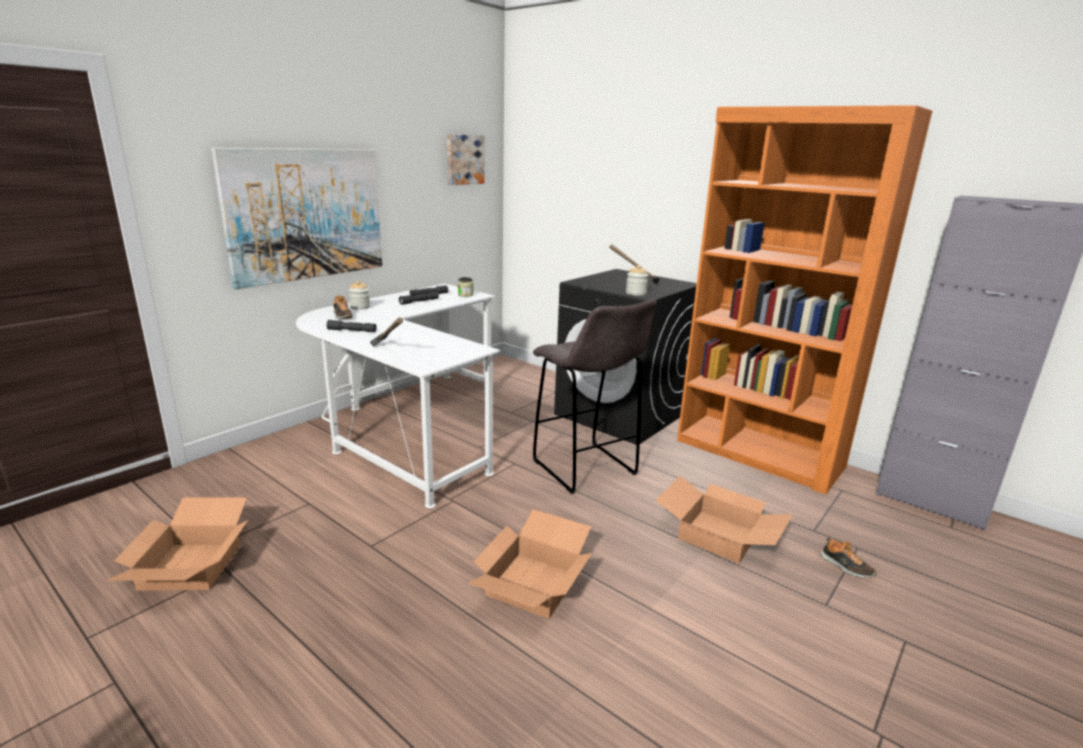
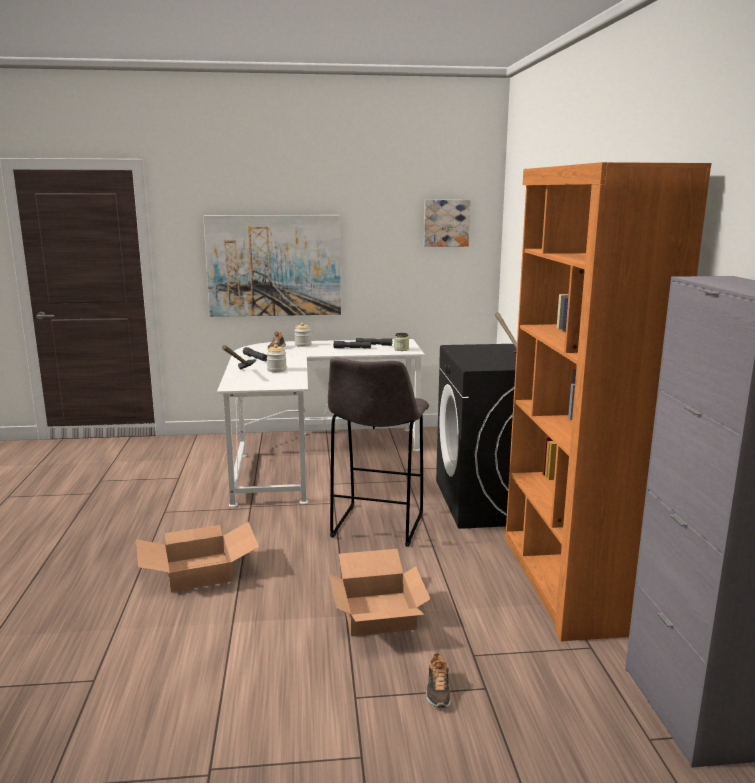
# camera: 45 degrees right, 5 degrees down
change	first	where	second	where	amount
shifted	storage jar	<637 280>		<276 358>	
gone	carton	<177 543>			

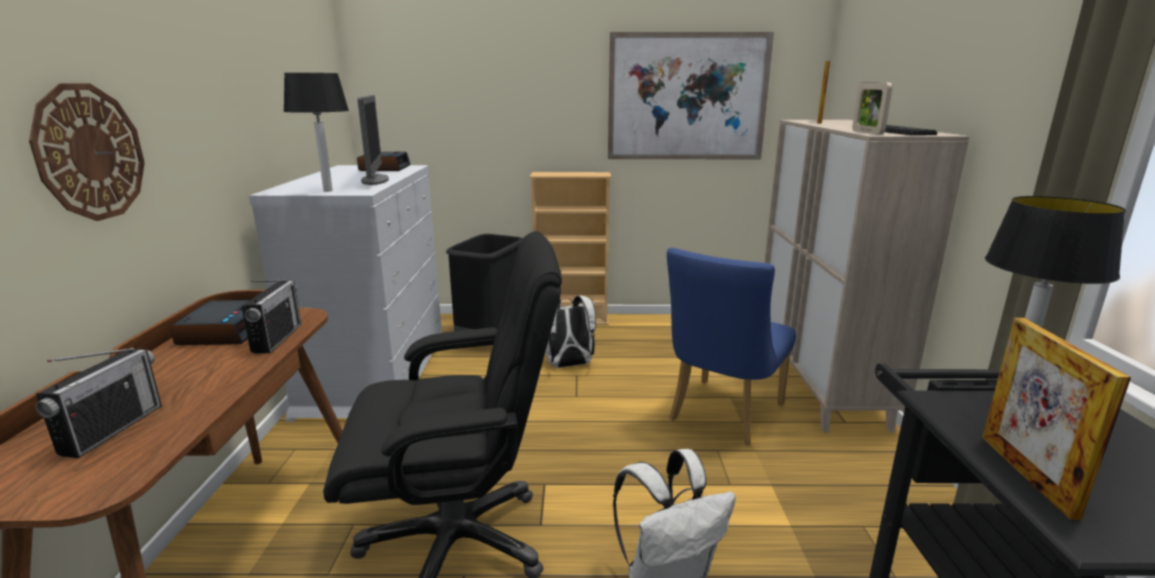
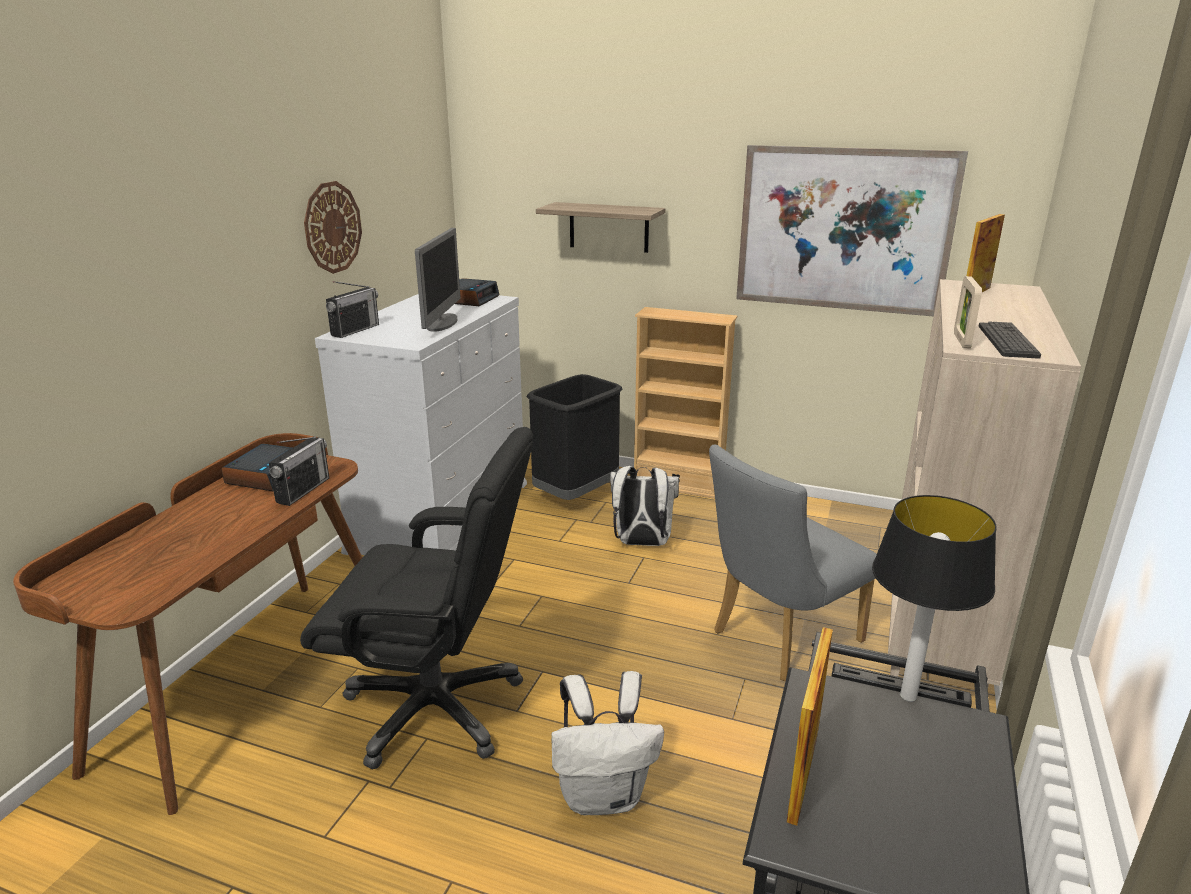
# camera: 20 degrees right, 5 degrees up
change	first	where	second	where	amount
gone	lamp for a table	<316 132>			
shifted	wall clock	<87 152>		<333 227>	
repainted	upright chair in blue-coloured	<731 347>	upright chair in greyish	<793 562>	
shifted	radio receiver	<98 403>		<352 309>	
new			shelf	<600 227>	

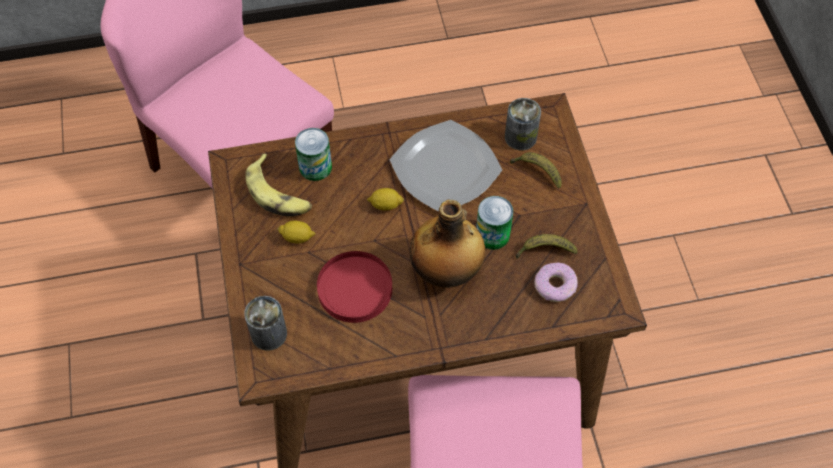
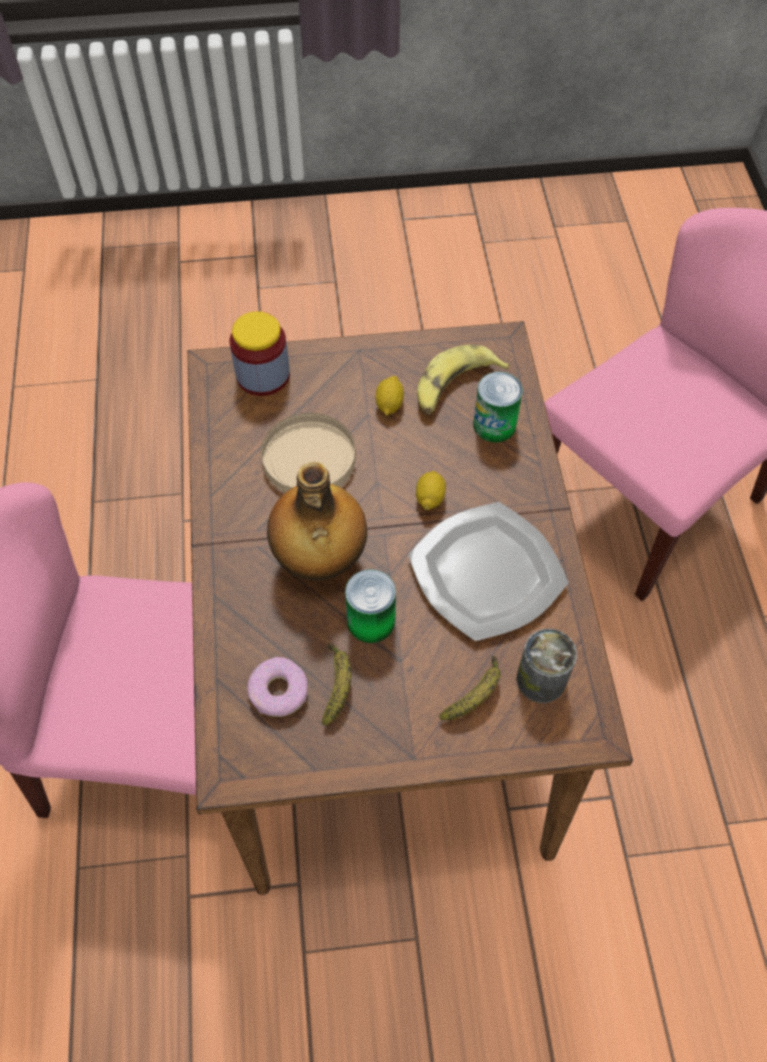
# camera: 95 degrees right, 0 degrees up
change	first	where	second	where	amount
repainted	dinner plate in reddish	<354 287>	dinner plate in beige	<308 453>	
swapped	metal can	<265 323>	storage jar	<260 353>	

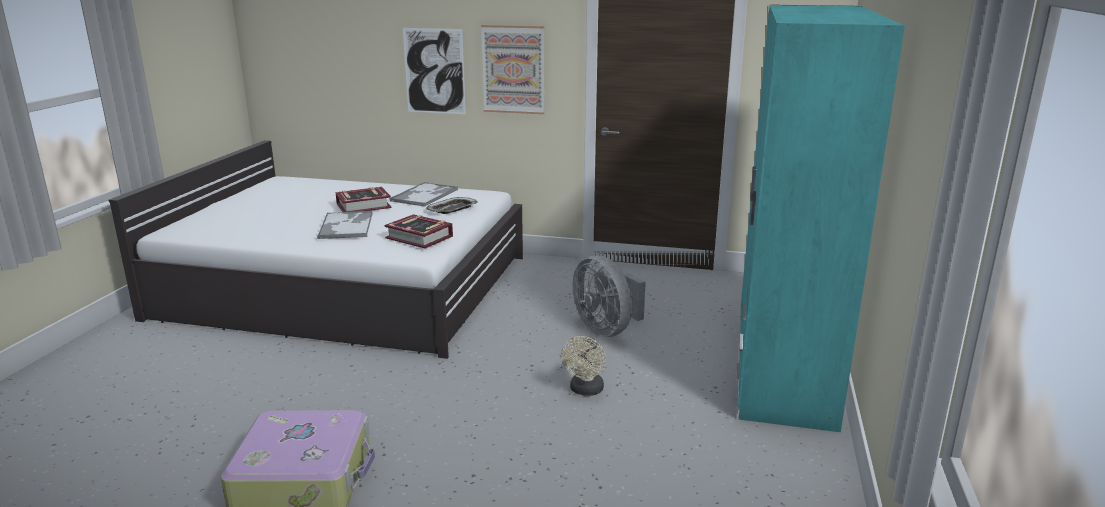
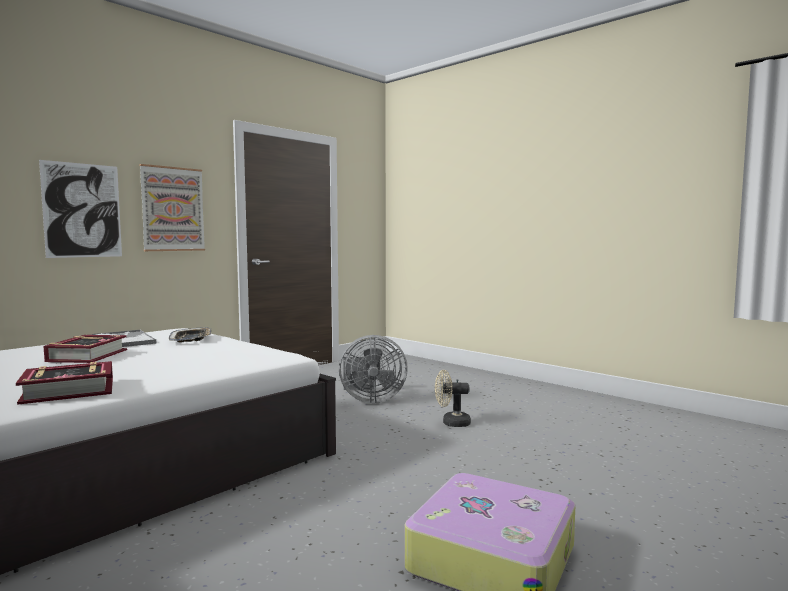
# camera: 60 degrees left, 15 degrees down
change	first	where	second	where	amount
gone	clothes cupboard in turquoise	<821 218>			
gone	serving tray	<345 225>			
shifted	volume	<418 231>		<64 383>	
rotated	cooling fan in beige	<583 366>		<453 398>	135 degrees clockwise

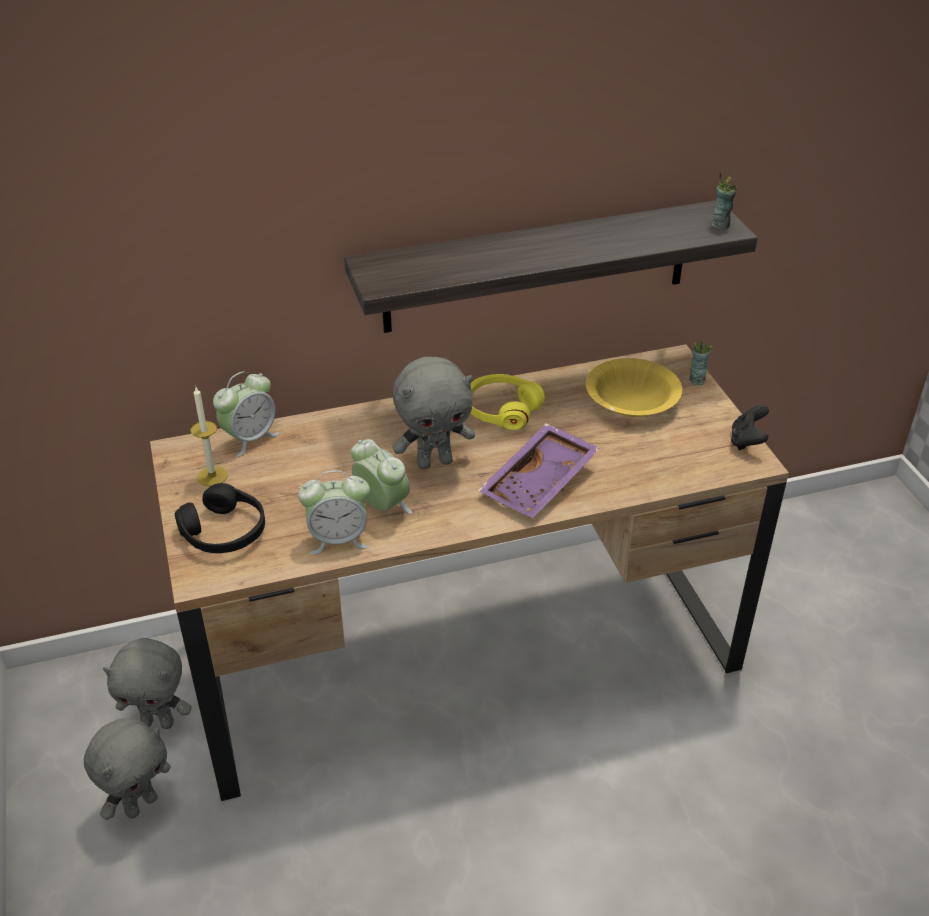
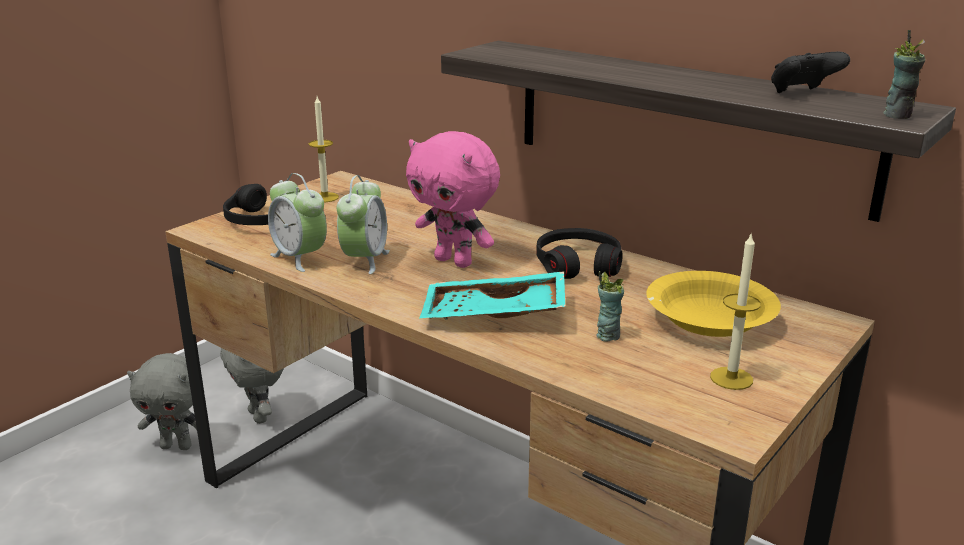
# camera: 55 degrees right, 15 degrees down
change	first	where	second	where	amount
shifted	drinking cup	<701 363>		<610 306>	
repainted	cuddly toy in greyish	<433 413>	cuddly toy in pinkish	<453 199>	
gone	alarm clock	<246 414>			
repainted	pair of headphones in yellow-coloured	<507 402>	pair of headphones in black	<579 253>	
shifted	game controller in black	<750 427>		<810 72>	
repainted	serving tray in purple	<539 470>	serving tray in turquoise	<492 295>	
new			candle	<735 311>	

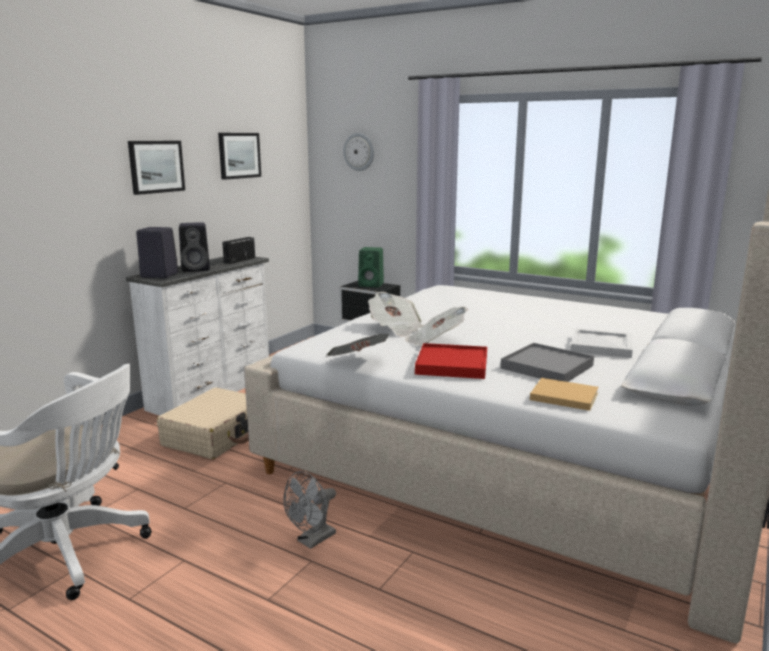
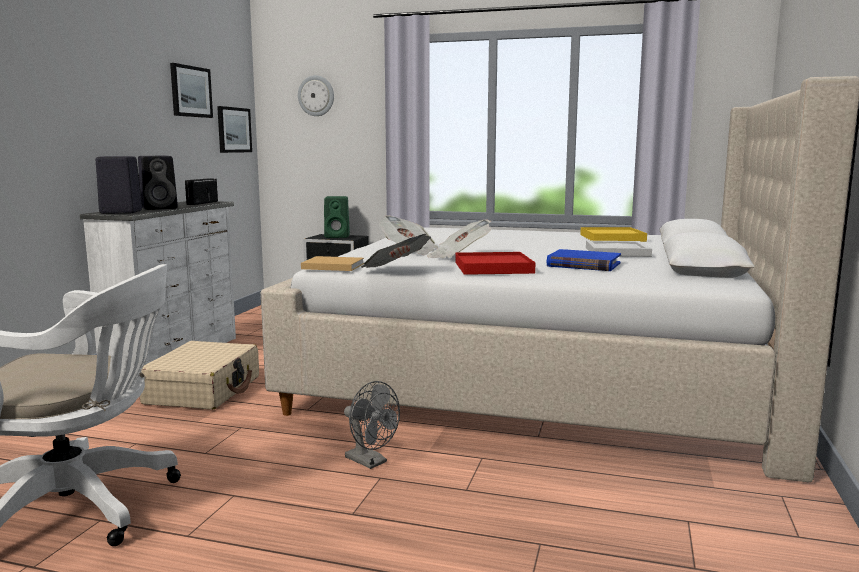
# camera: 15 degrees left, 5 degrees down
change	first	where	second	where	amount
shifted	wall picture	<156 168>		<234 129>	
swapped	serving tray in greyish	<547 362>	volume in blue-coloured	<584 260>	
shifted	volume in beige	<564 394>		<332 263>	
rotated	cooling fan in greyish	<309 510>		<372 425>	75 degrees counterclockwise
new			serving tray in yellow-coloured	<613 234>	

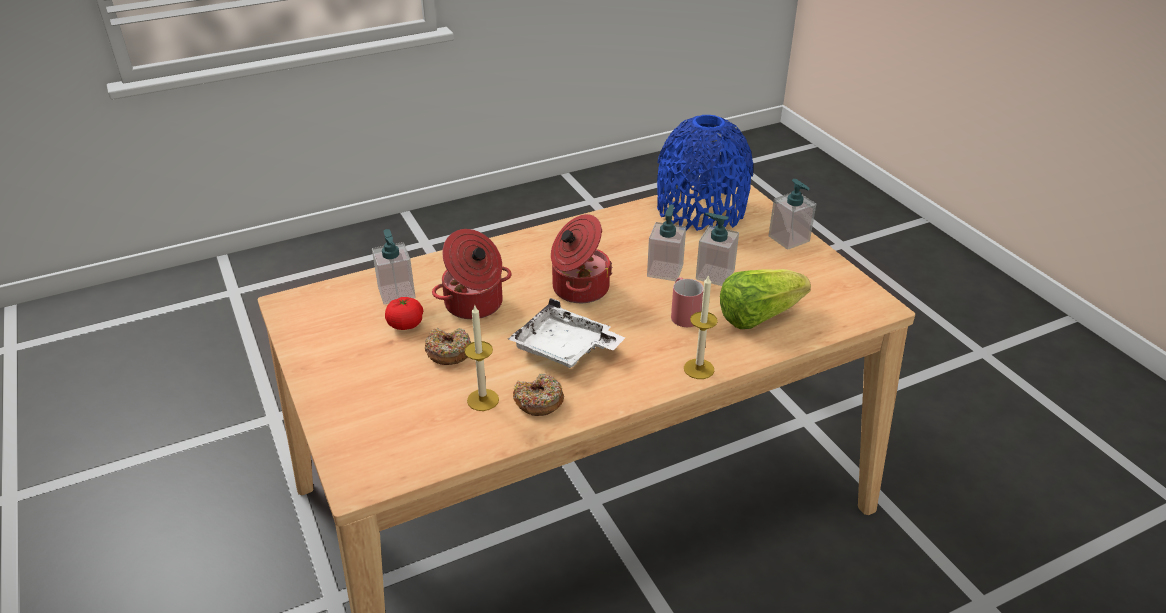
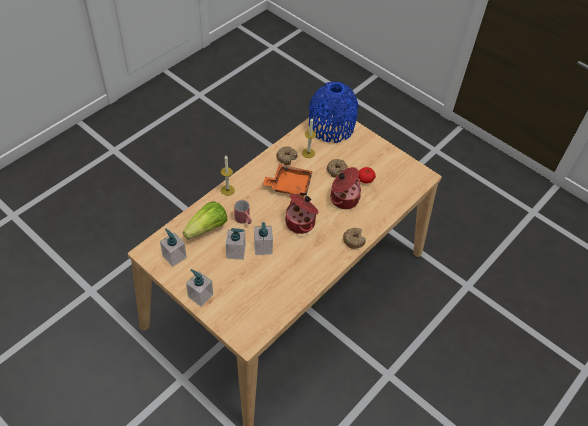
# camera: 155 degrees right, 15 degrees up
change	first	where	second	where	amount
shifted	vase in blue-coloured	<705 173>		<334 112>	
shifted	liquid soap bottle	<393 267>		<173 248>	
repainted	serving tray in white-coloured	<566 333>	serving tray in orange	<288 180>	
new			doughnut	<354 238>	

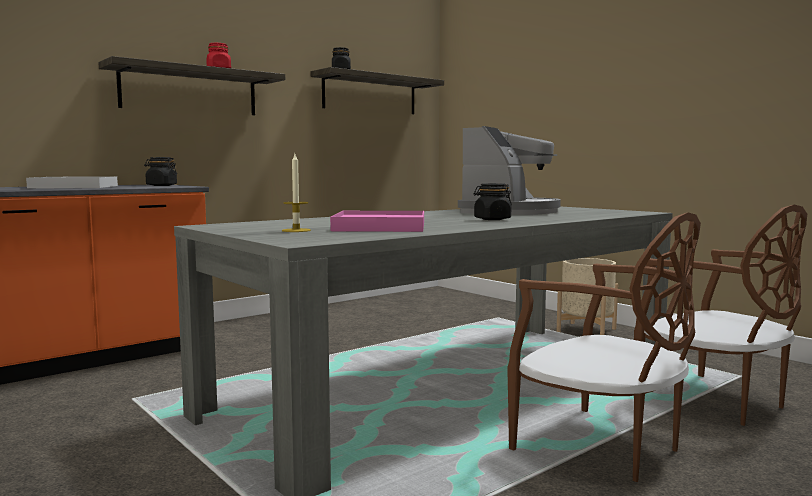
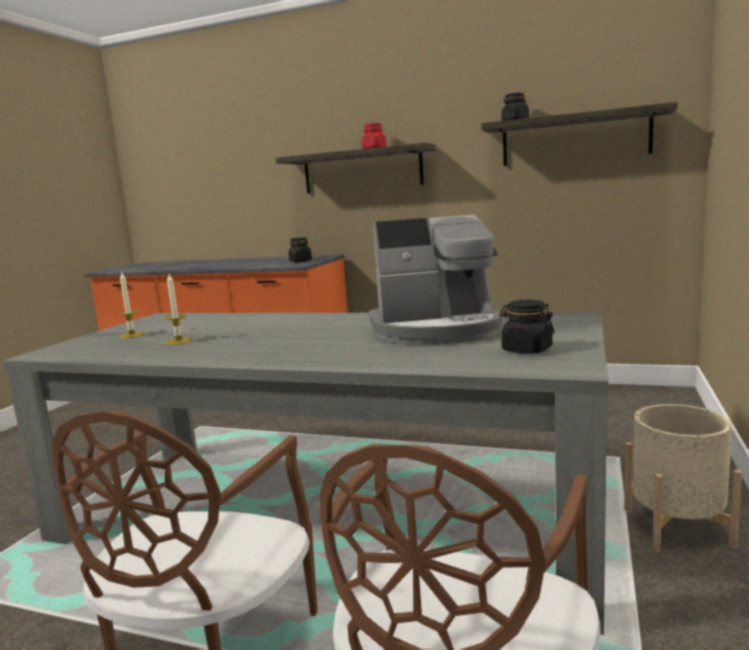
# camera: 60 degrees right, 5 degrees up
change	first	where	second	where	amount
gone	serving tray in white-coloured	<72 182>			
shifted	storage jar in black	<492 201>		<526 326>	
swapped	serving tray in pinkish	<377 221>	candle	<178 309>	

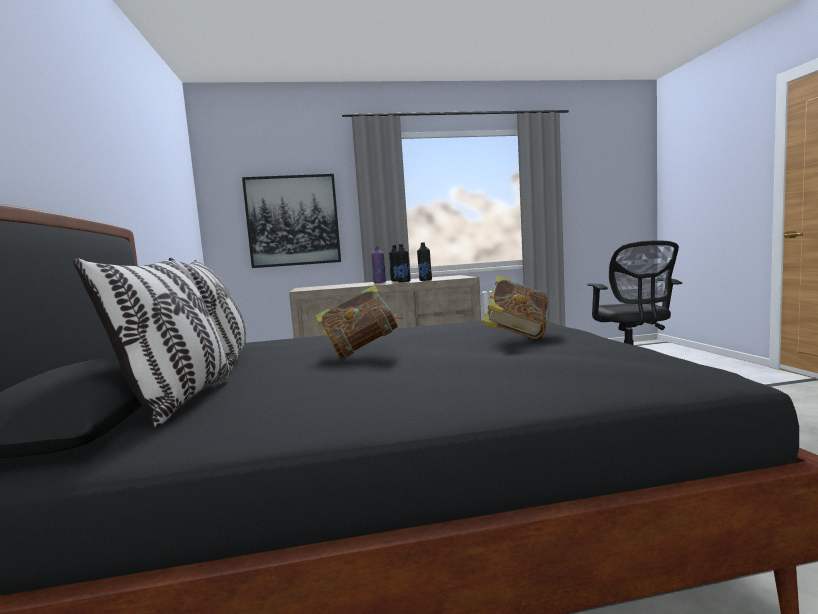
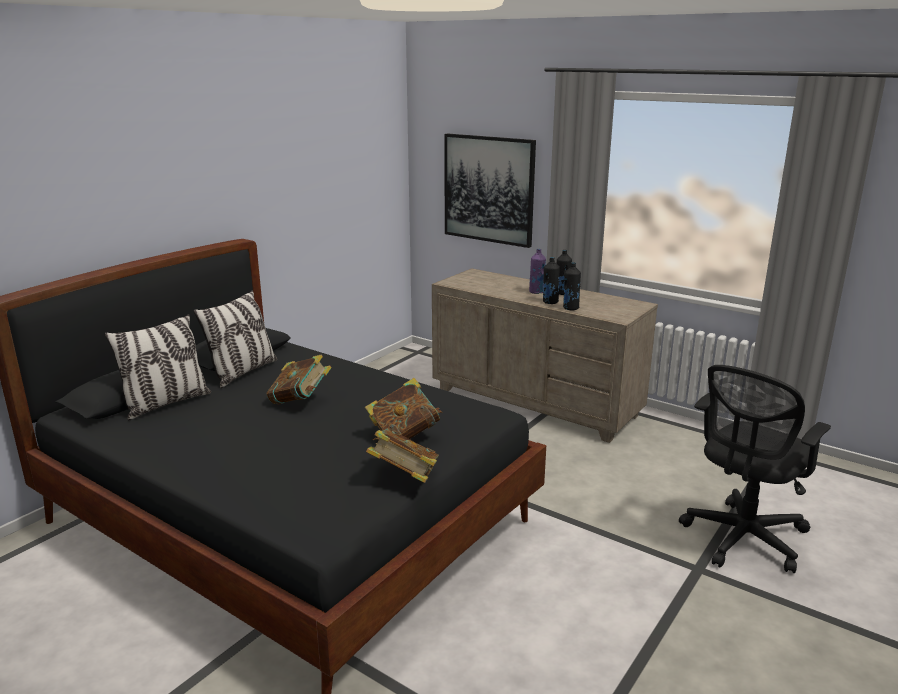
# camera: 45 degrees right, 15 degrees up
change	first	where	second	where	amount
new			volume	<402 455>	

